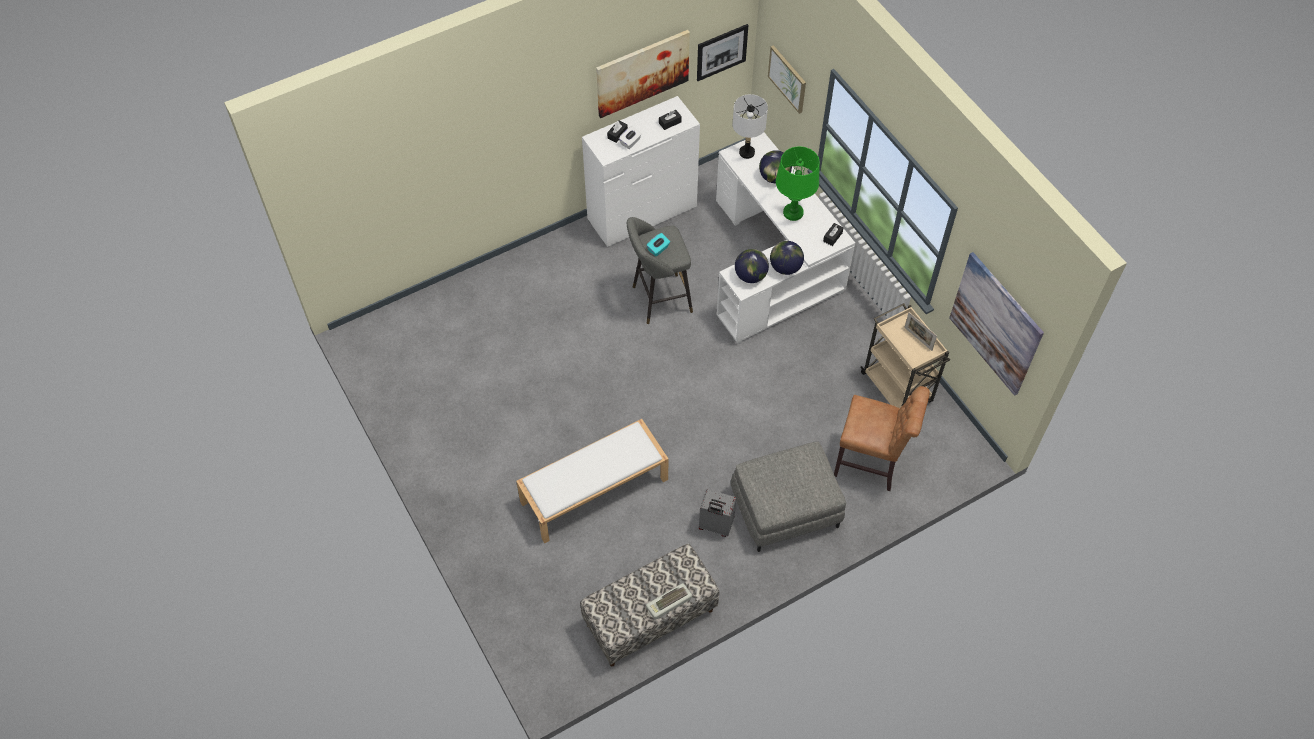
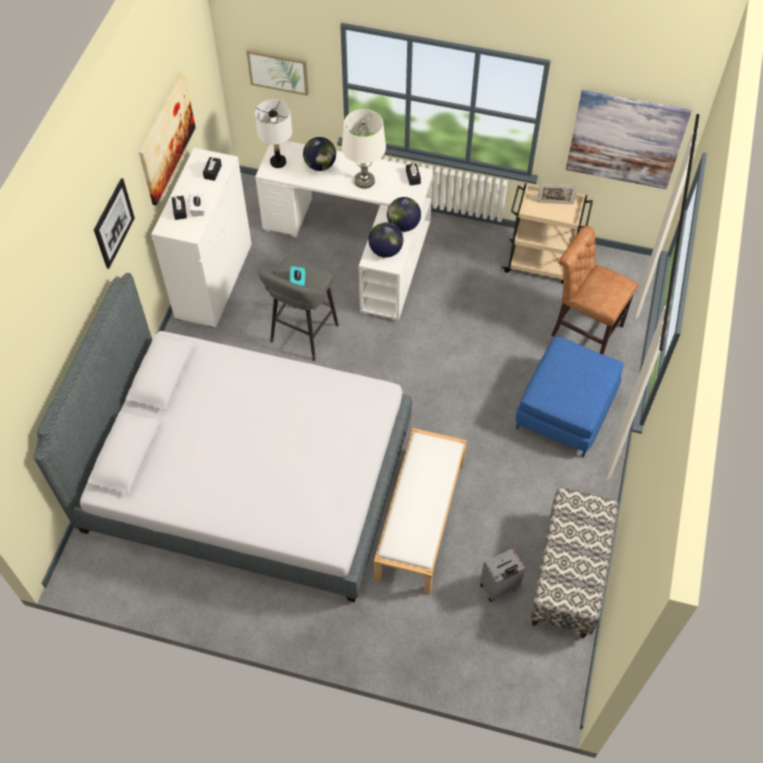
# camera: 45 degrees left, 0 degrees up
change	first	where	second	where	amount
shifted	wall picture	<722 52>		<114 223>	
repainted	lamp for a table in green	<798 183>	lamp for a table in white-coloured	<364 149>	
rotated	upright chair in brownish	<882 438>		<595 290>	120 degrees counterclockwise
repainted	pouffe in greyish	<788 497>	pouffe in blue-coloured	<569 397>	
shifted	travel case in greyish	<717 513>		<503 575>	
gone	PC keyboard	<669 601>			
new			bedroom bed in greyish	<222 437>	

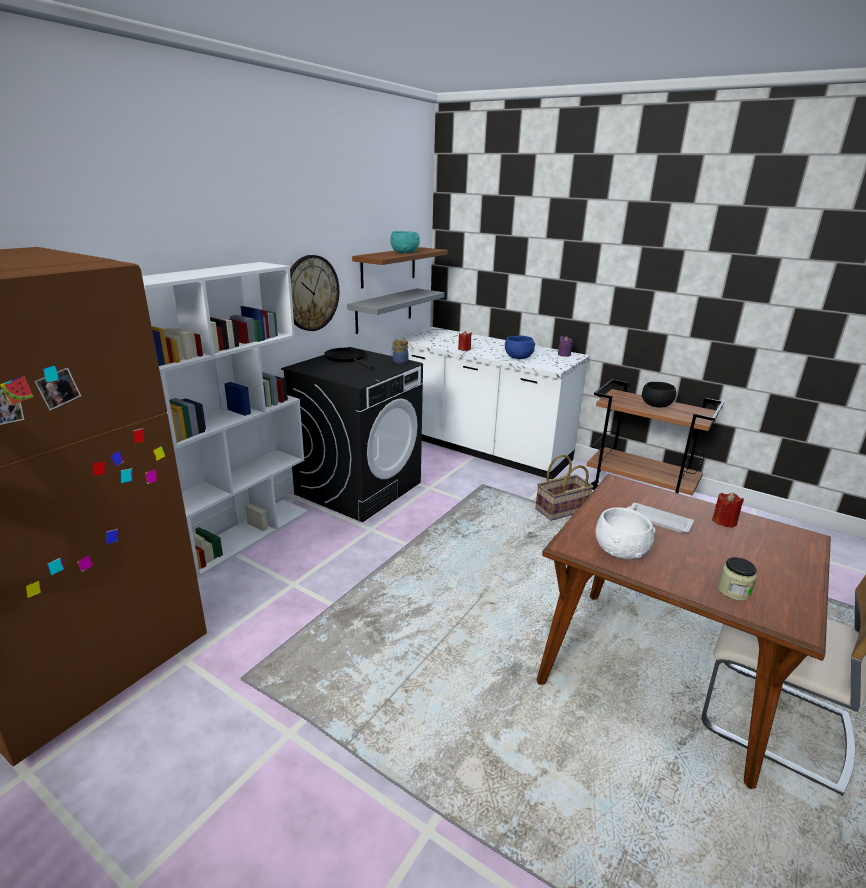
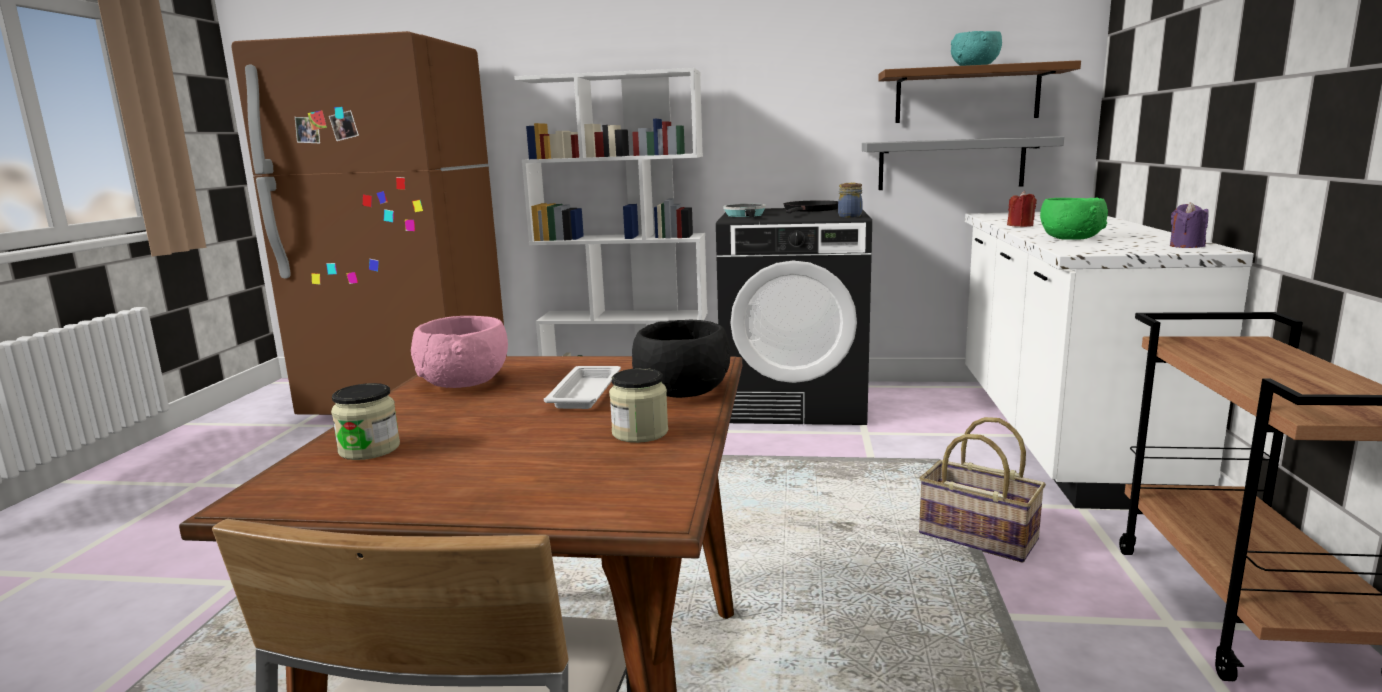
# camera: 65 degrees right, 10 degrees down
change	first	where	second	where	amount
gone	wall clock	<315 293>			
repainted	deep dish in blue-coloured	<520 347>	deep dish in green	<1074 219>	
shifted	deep dish in black	<659 395>		<681 359>	
swapped	candle in reddish	<728 510>	storage jar	<638 405>	
repainted	deep dish in white-coloured	<625 533>	deep dish in pinkish	<459 352>	
new			skillet	<744 210>	

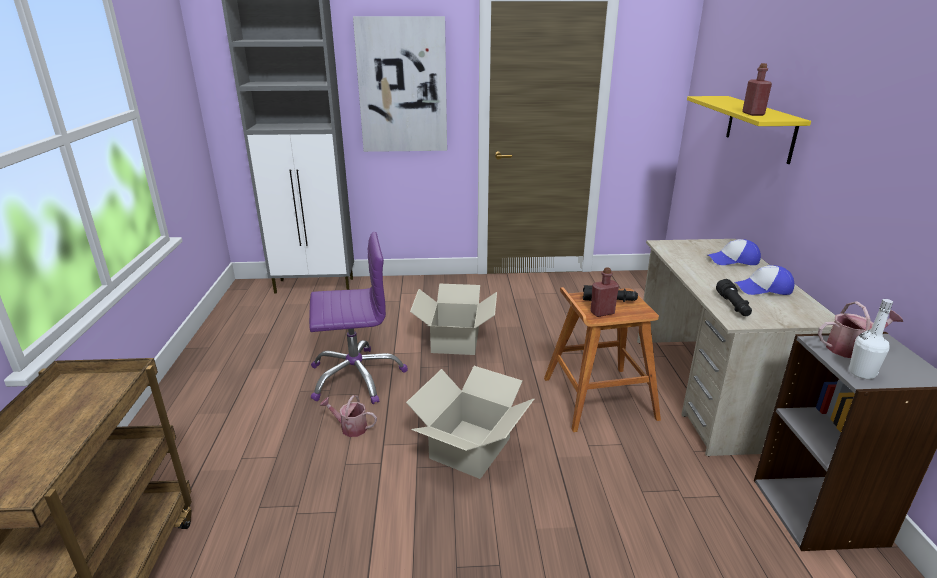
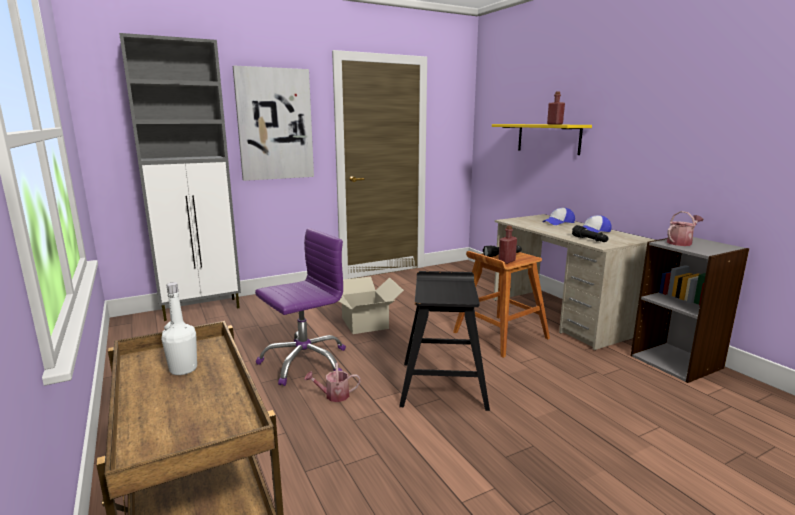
# camera: 25 degrees left, 10 degrees down
change	first	where	second	where	amount
shifted	drink bottle in white-coloured	<871 339>		<179 328>	
swapped	carton	<470 422>	stool in black	<444 341>	

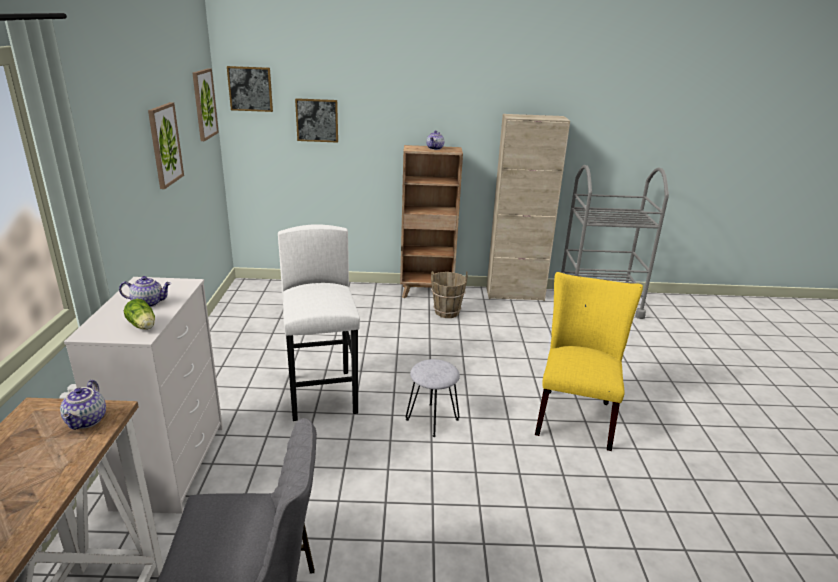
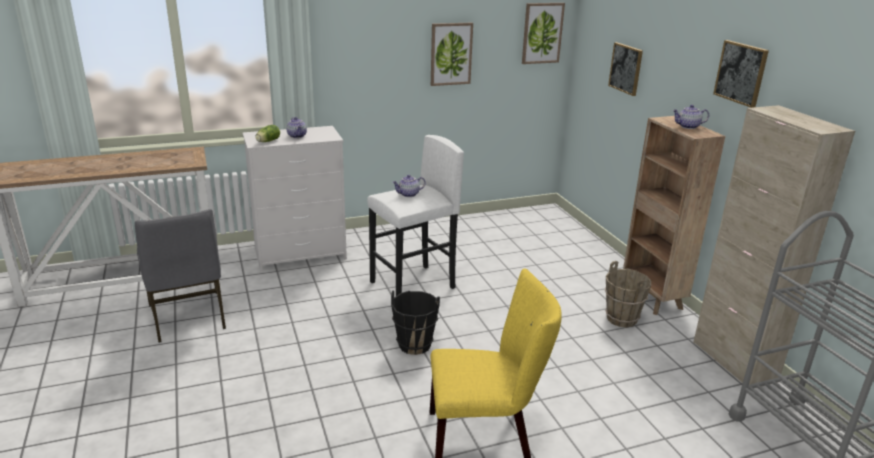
# camera: 70 degrees right, 0 degrees up
change	first	where	second	where	amount
shifted	wall picture	<250 89>		<741 74>	
swapped	stool in greyish	<433 398>	bucket in black	<415 323>	
shifted	tea pot	<83 405>		<409 186>	

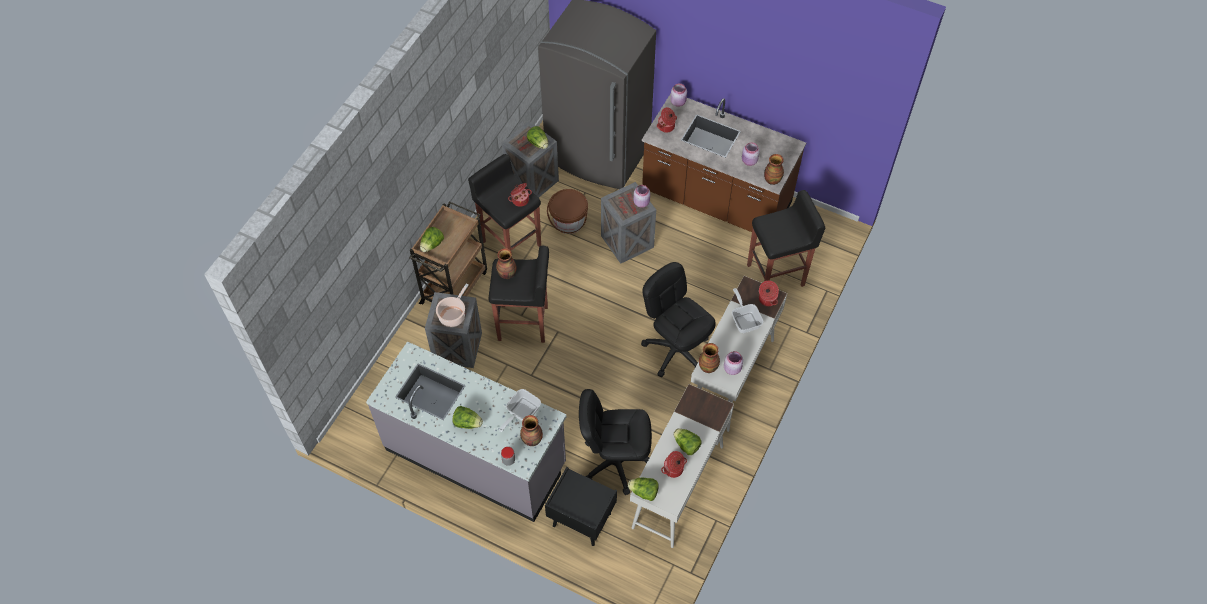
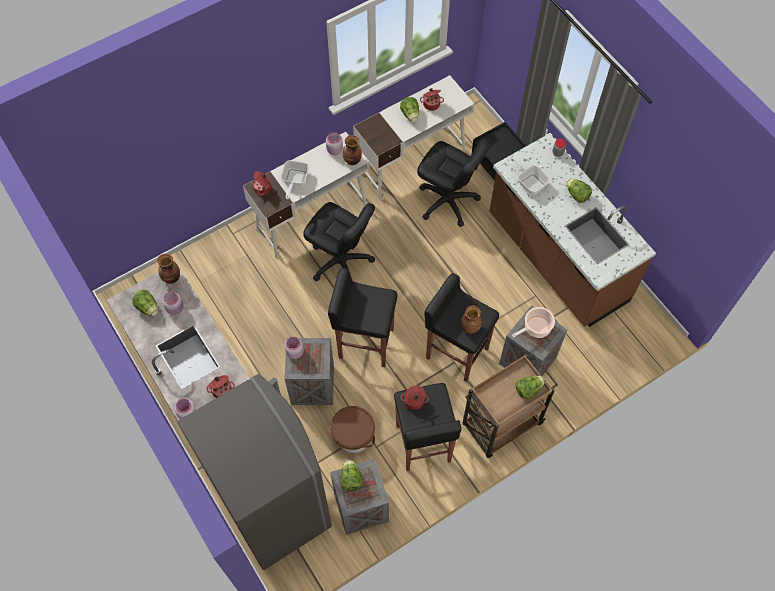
# camera: 150 degrees left, 5 degrees up
change	first	where	second	where	amount
shifted	stool in black	<786 238>		<362 317>	
rotated	computer chair in black	<678 319>		<339 241>	45 degrees counterclockwise
repainted	kitchen base unit in greyish	<466 431>	kitchen base unit in brownish	<572 230>	
rotated	skillet	<520 410>		<530 175>	105 degrees counterclockwise
gone	vase	<531 430>			
shifted	lettuce head	<643 489>		<145 303>	

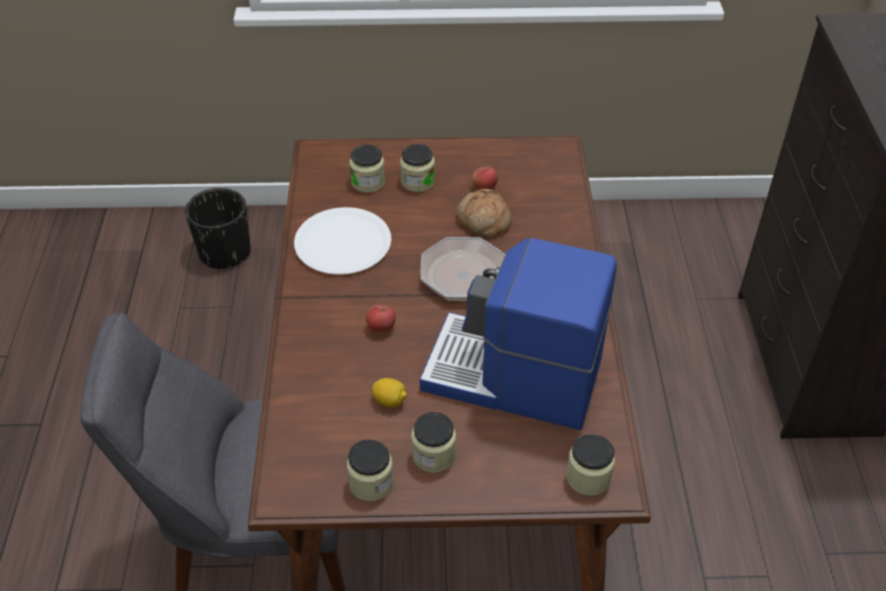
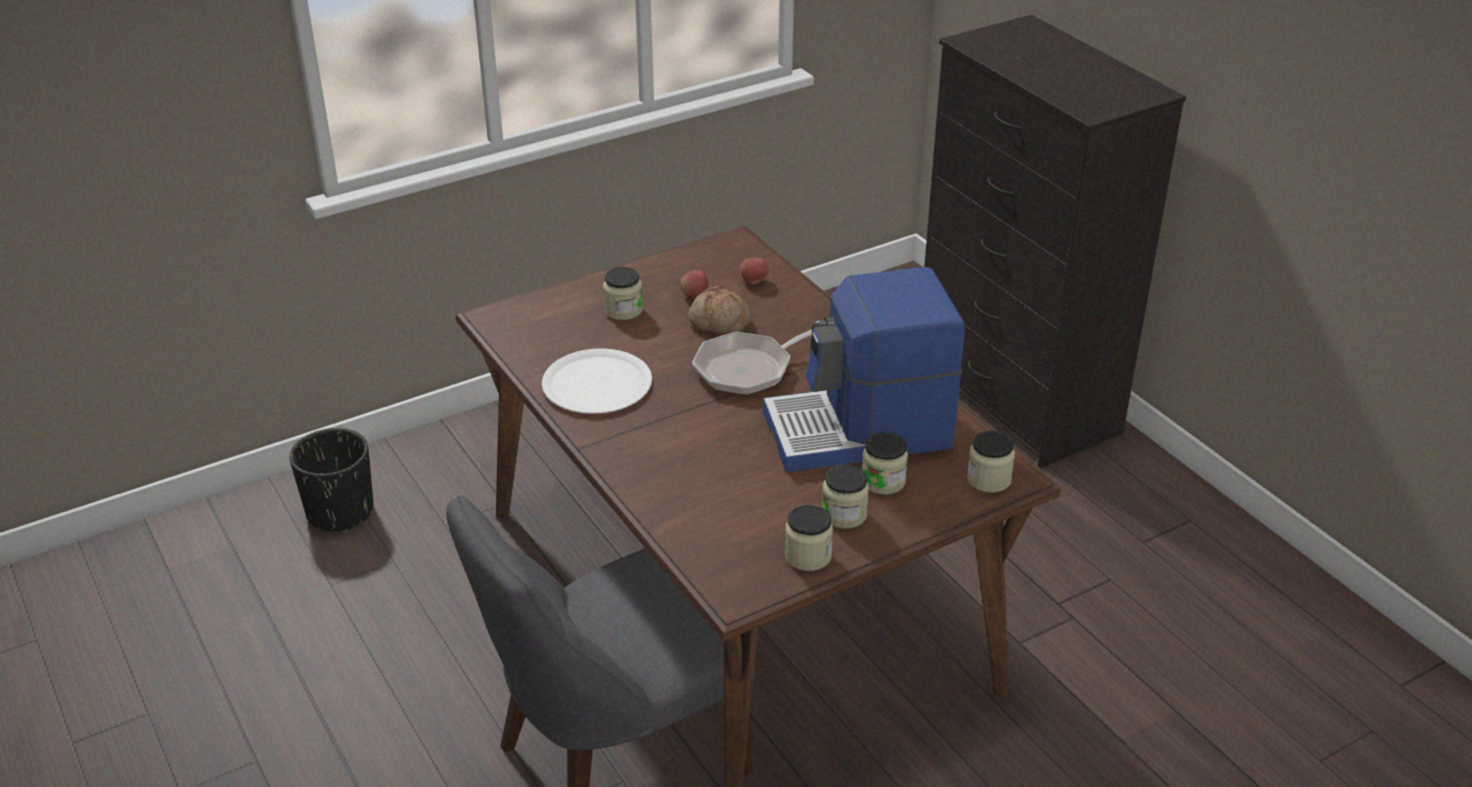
# camera: 30 degrees left, 10 degrees down
change	first	where	second	where	amount
shifted	storage jar	<367 169>		<885 464>	
shifted	whole apple	<381 319>		<754 271>	
gone	lemon	<389 392>			

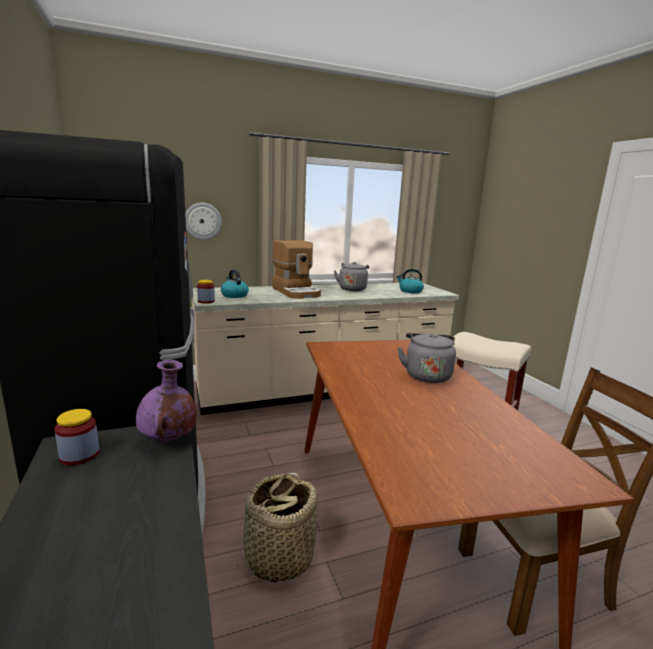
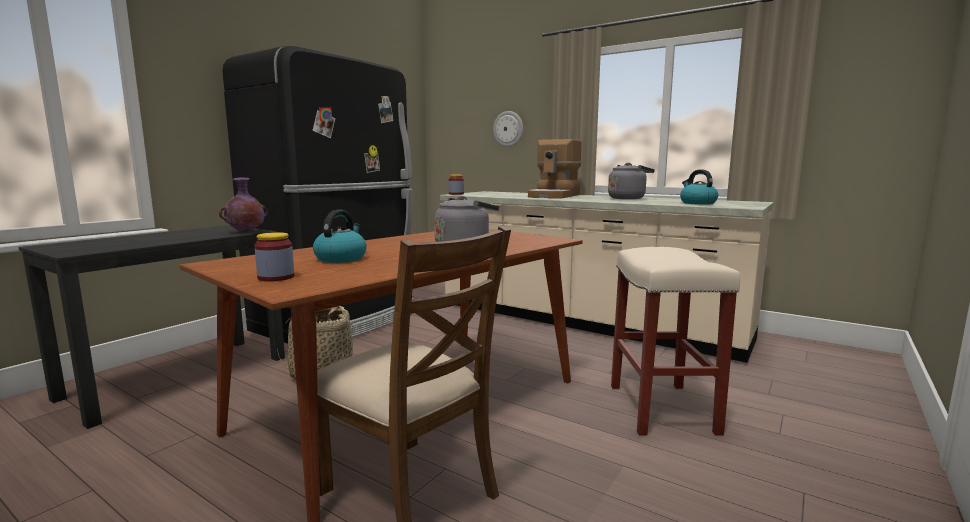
# camera: 55 degrees right, 5 degrees down
change	first	where	second	where	amount
shifted	kettle	<235 284>		<340 236>	
shifted	storage jar	<76 437>		<274 257>	

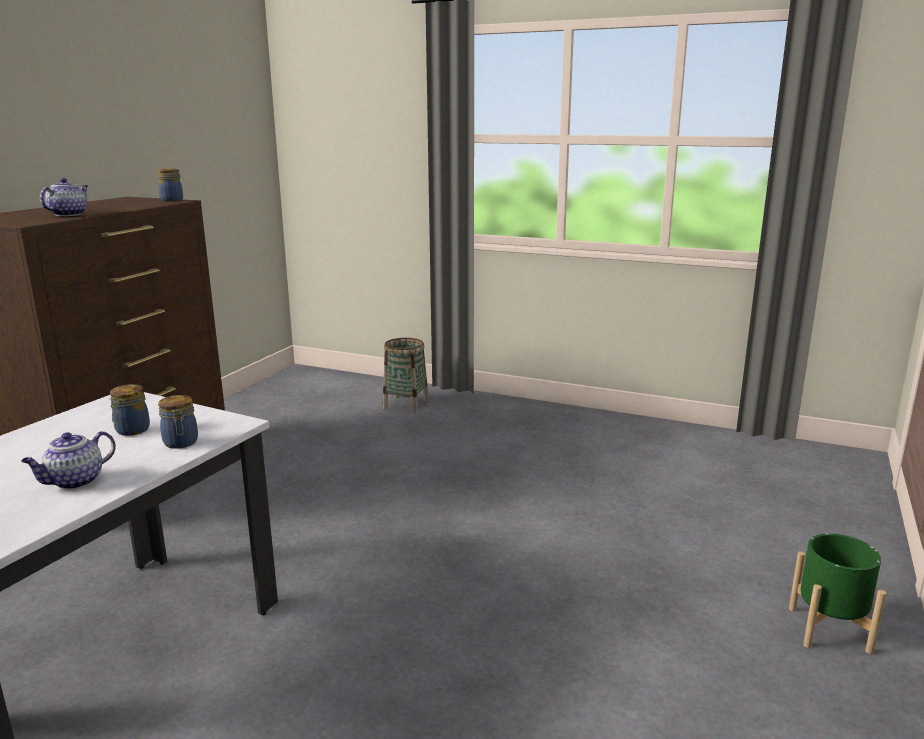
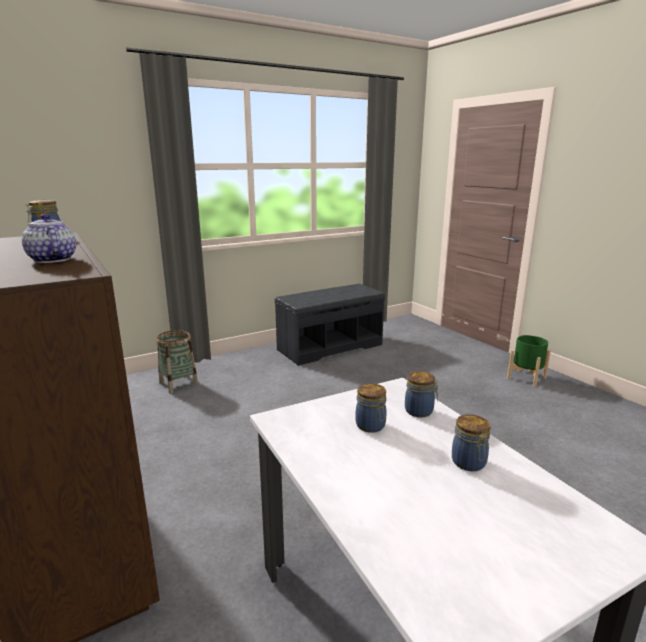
# camera: 55 degrees left, 0 degrees up
change	first	where	second	where	amount
swapped	tea pot	<68 460>	storage jar	<471 442>	
new			bench in greyish	<330 325>	

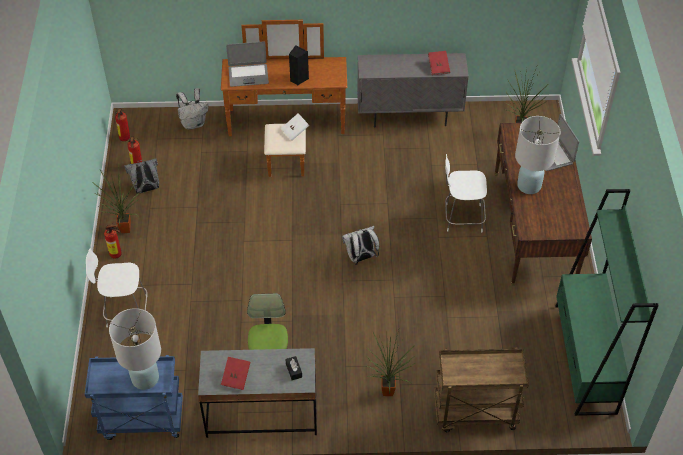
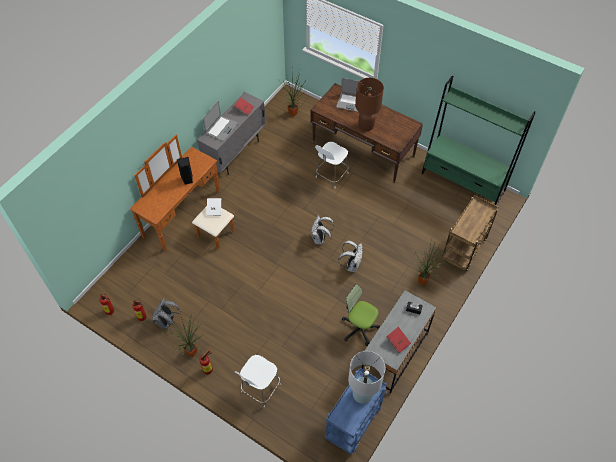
# camera: 55 degrees left, 5 degrees up
change	first	where	second	where	amount
shifted	laptop	<247 64>		<220 121>	
shifted	backpack in white-coloured	<192 109>		<350 256>	
repainted	lamp for a table in white-coloured	<537 155>	lamp for a table in brownish	<369 104>	

